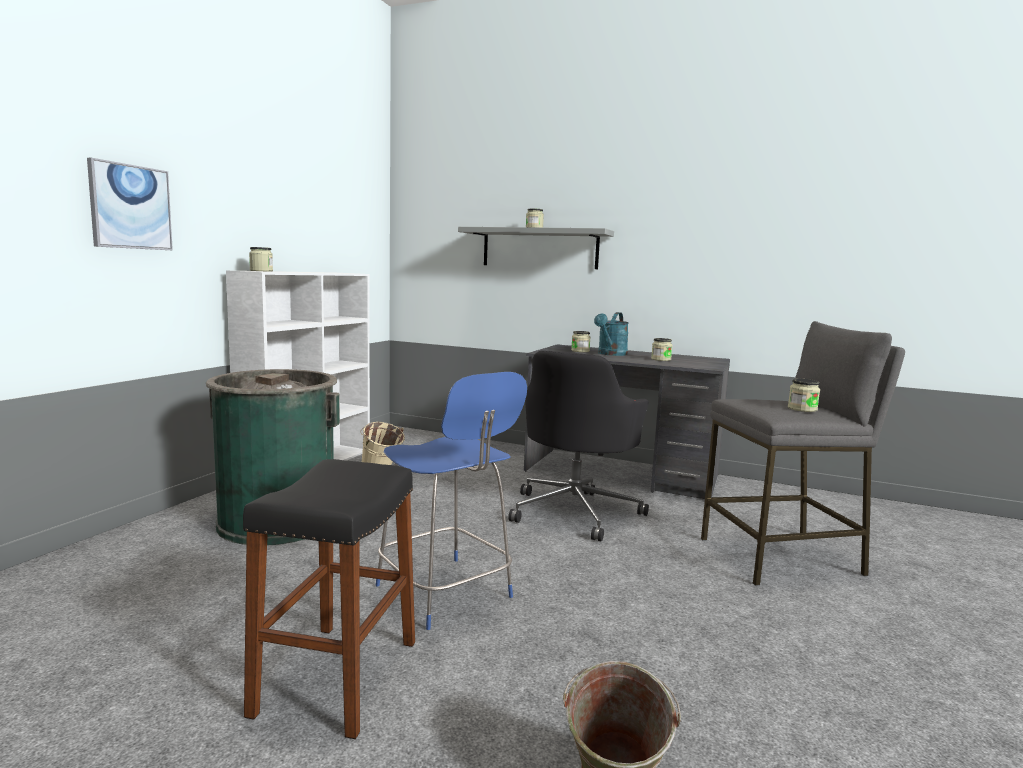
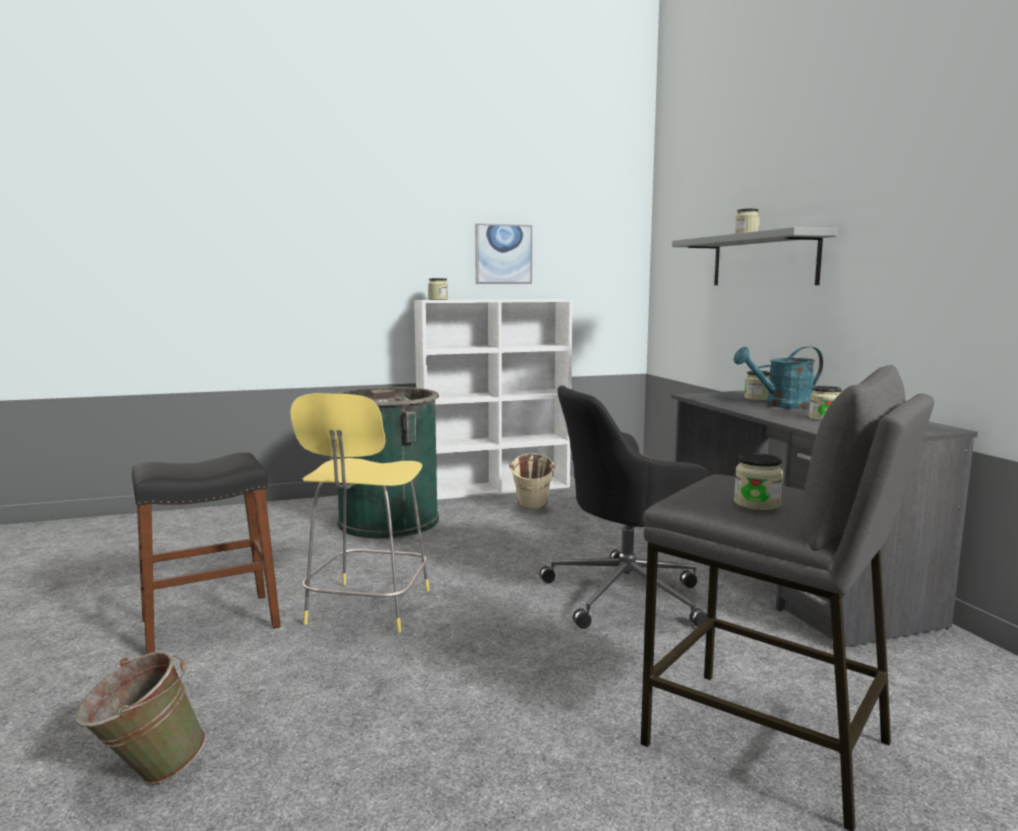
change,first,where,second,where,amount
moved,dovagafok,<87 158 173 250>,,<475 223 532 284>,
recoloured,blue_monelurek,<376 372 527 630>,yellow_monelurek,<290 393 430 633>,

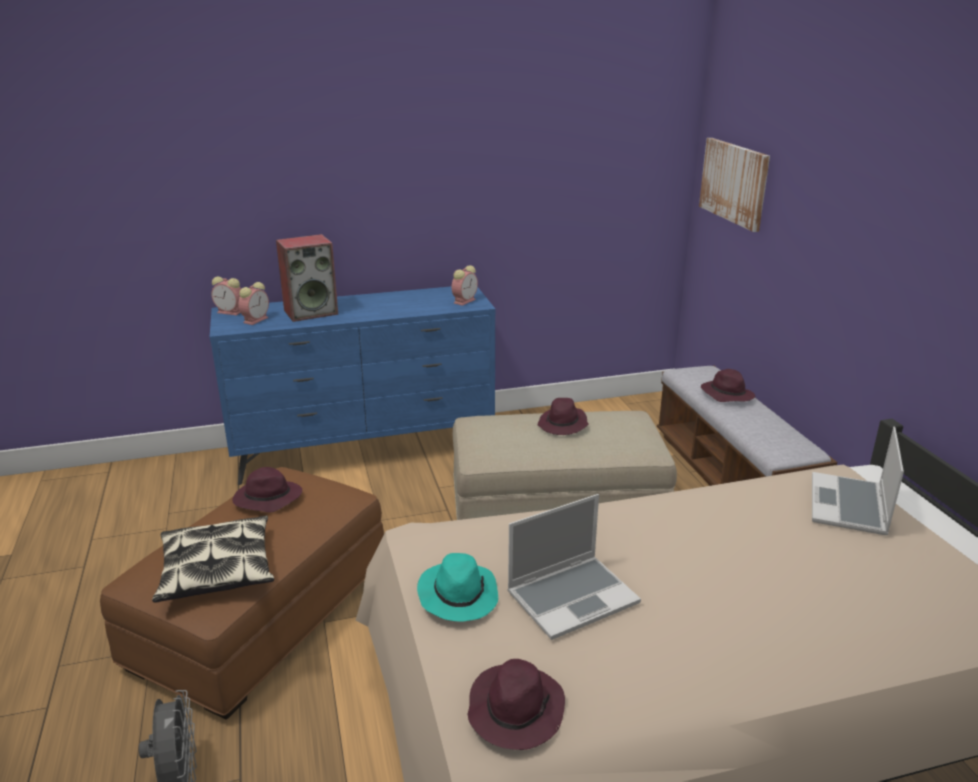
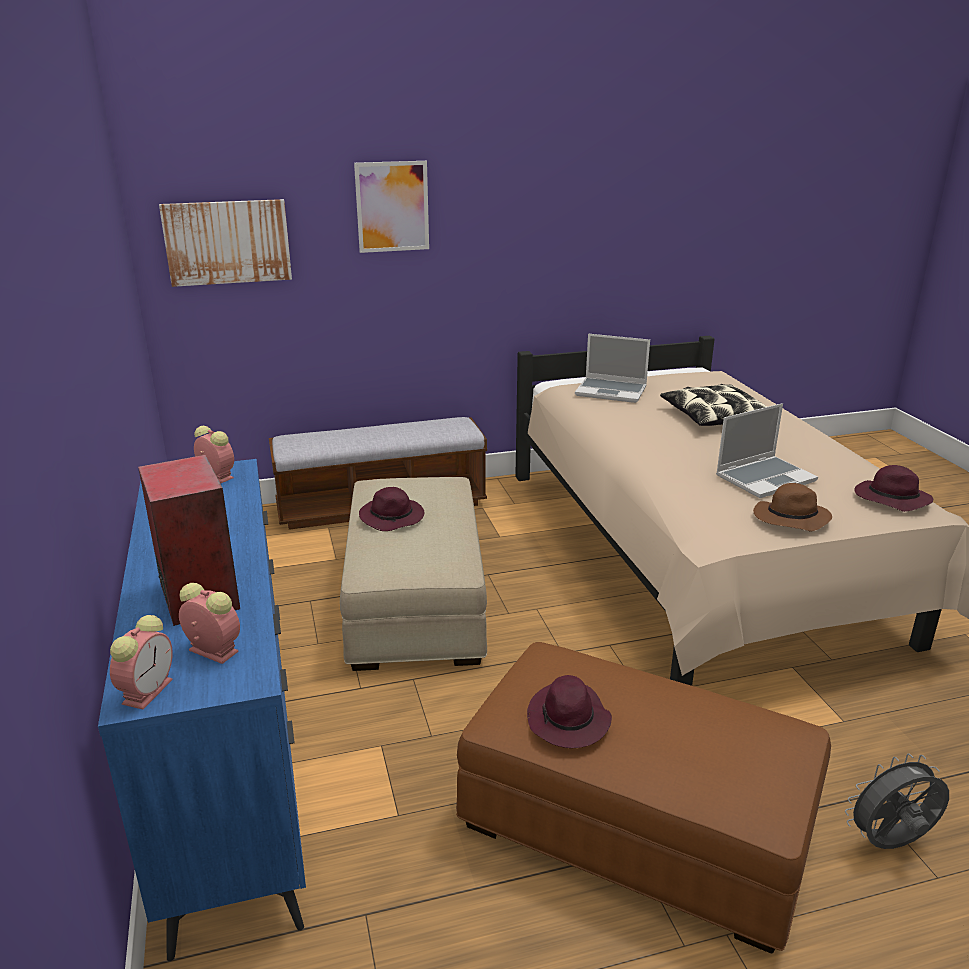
change,first,where,second,where,amount
removed,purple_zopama,<701 369 755 402>,,,
added,,,dovagafok,<354 161 429 253>,
moved,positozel,<152 515 274 602>,,<660 384 767 426>,
recoloured,turquoise_zopama,<417 553 498 621>,brown_zopama,<753 483 832 531>,
turned,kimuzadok,<507 494 641 640>,,<716 403 818 498>,90 degrees clockwise

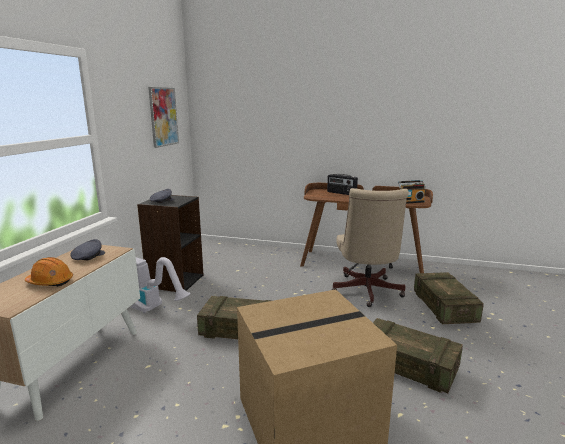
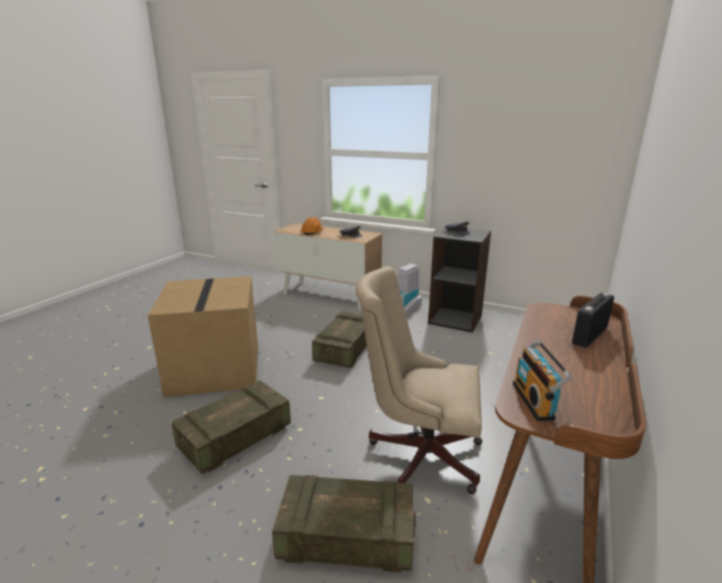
change,first,where,second,where,amount
removed,dovagafok,<148 87 179 148>,,,

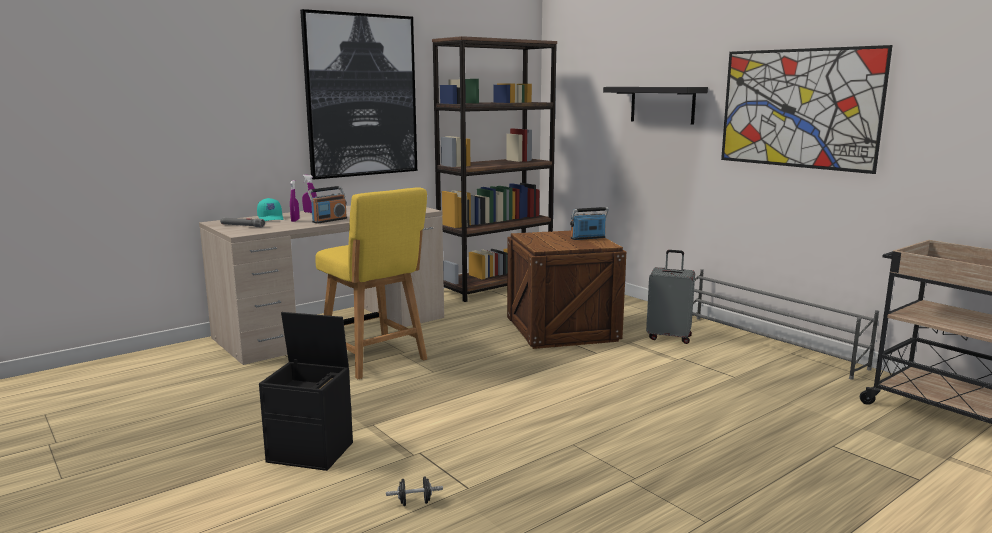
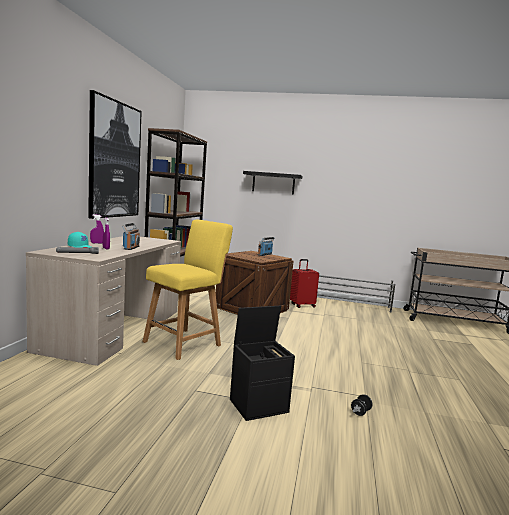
change,first,where,second,where,amount
removed,dovagafok,<721 45 893 174>,,,
recoloured,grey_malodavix,<646 250 695 344>,red_malodavix,<290 259 319 308>,
turned,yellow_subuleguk,<315 187 427 379>,,<142 220 233 360>,60 degrees counterclockwise

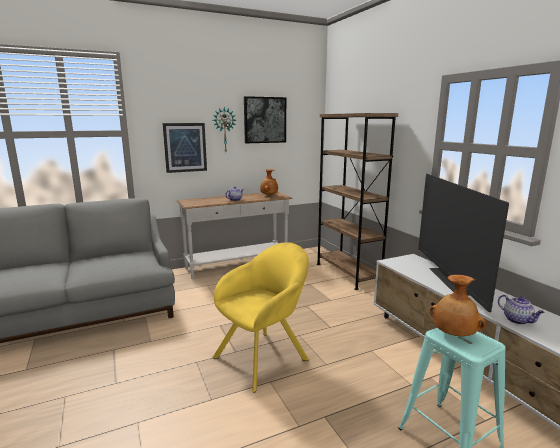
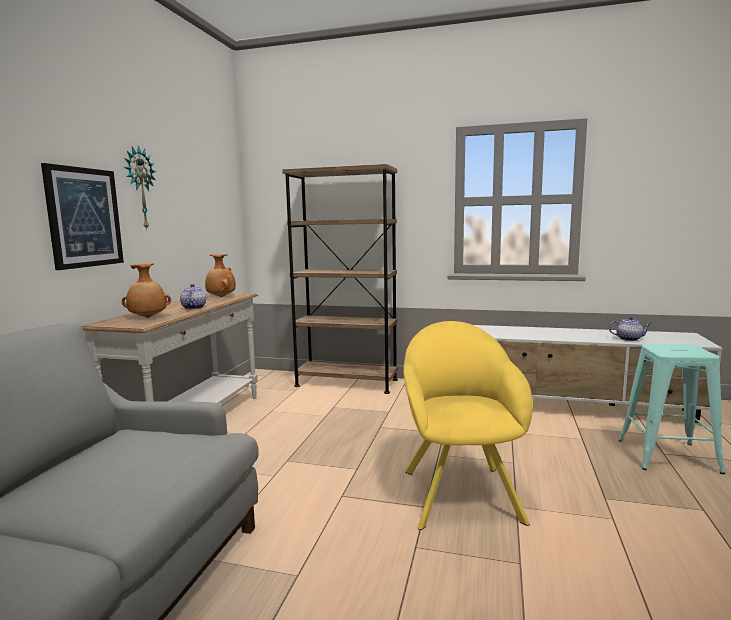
change,first,where,second,where,amount
removed,dovagafok,<244 96 286 143>,,,
removed,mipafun,<418 174 509 312>,,,
moved,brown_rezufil,<430 275 486 336>,,<122 263 171 318>,

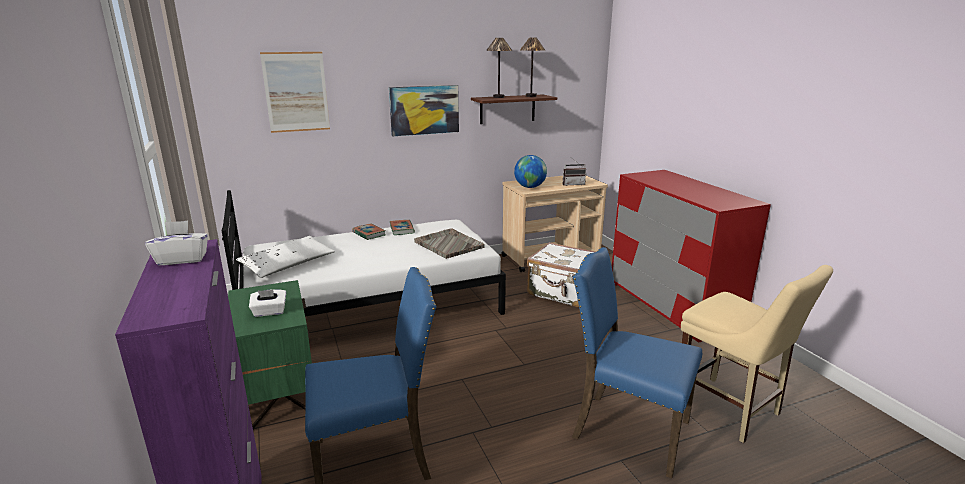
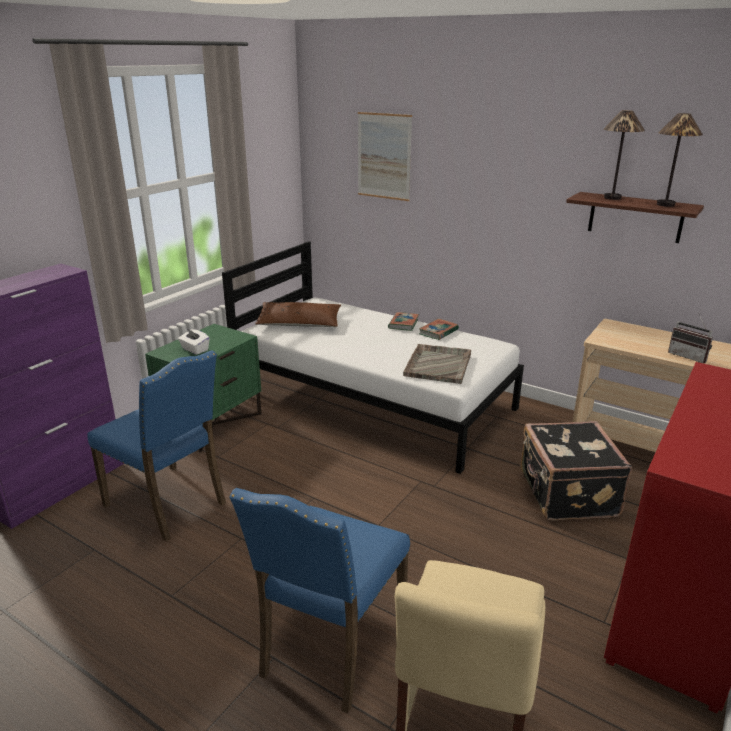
change,first,where,second,where,amount
removed,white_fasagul,<145 220 209 265>,,,
removed,dovagafok,<389 85 459 136>,,,
removed,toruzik,<514 155 547 188>,,,
recoloured,white_positozel,<236 236 335 278>,brown_positozel,<255 302 341 327>,
recoloured,white_malodavix,<527 242 595 307>,black_malodavix,<520 421 632 521>,
turned,blue_subuleguk,<572 247 702 479>,,<230 488 410 713>,150 degrees counterclockwise

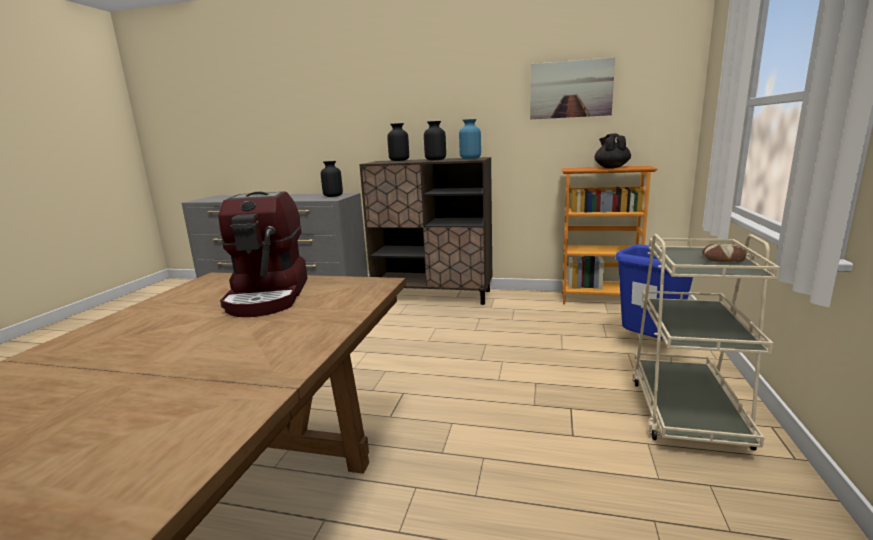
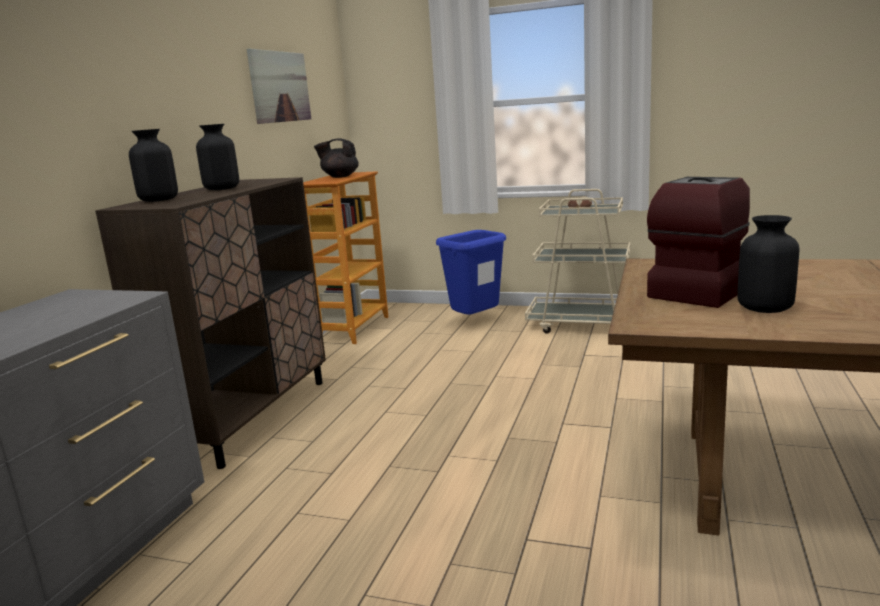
change,first,where,second,where,amount
removed,blue_rezufil,<459 119 481 159>,,,
moved,black_rezufil,<321 161 343 197>,,<737 215 799 313>,
turned,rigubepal,<218 191 308 317>,,<647 177 750 308>,45 degrees counterclockwise

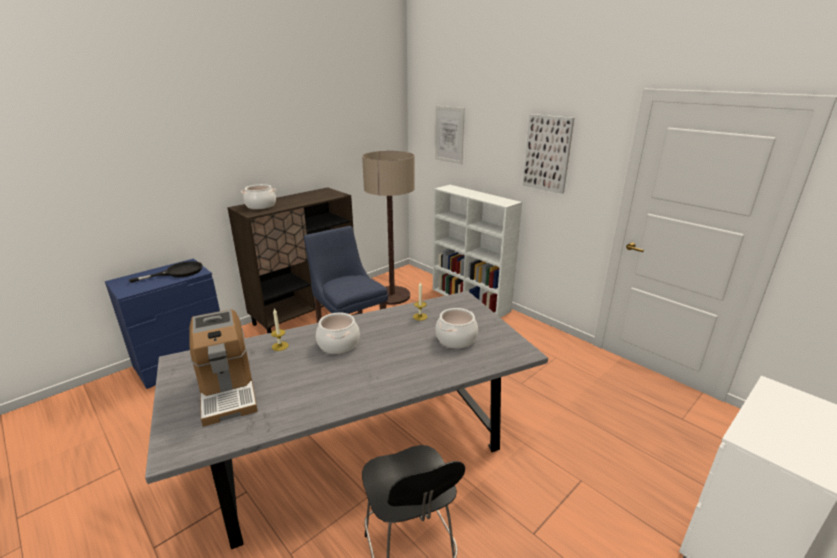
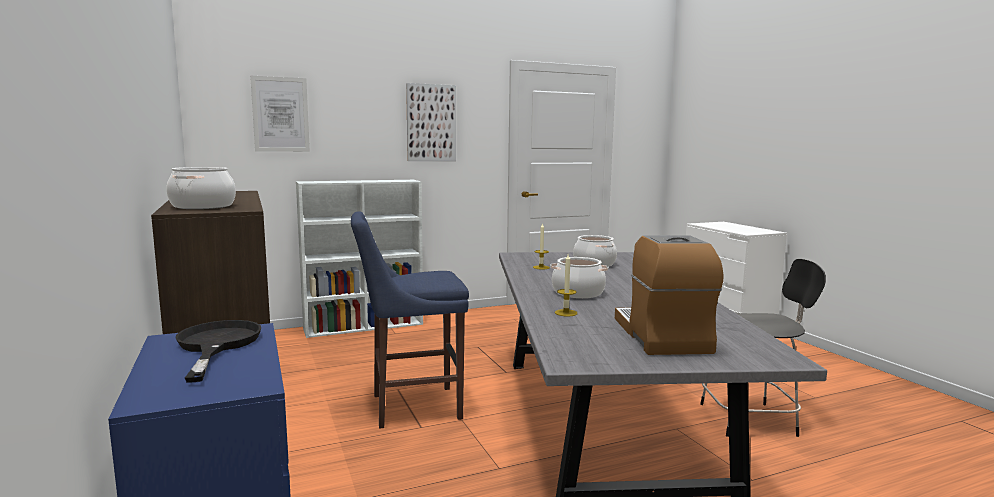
change,first,where,second,where,amount
removed,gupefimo,<362 151 415 305>,,,
turned,rigubepal,<189 309 258 427>,,<615 235 724 355>,90 degrees counterclockwise

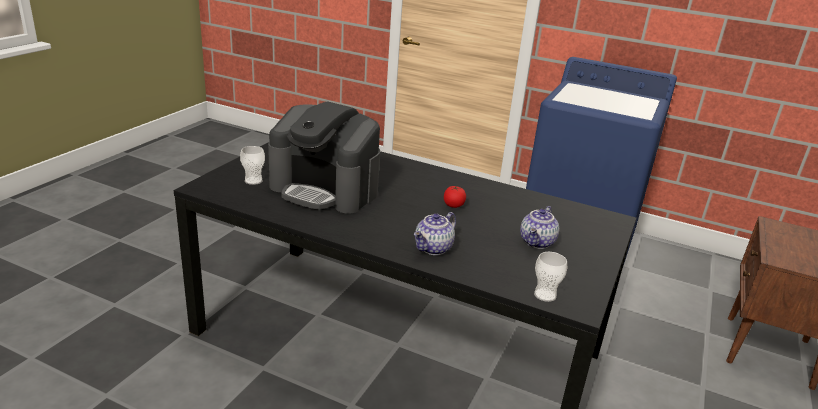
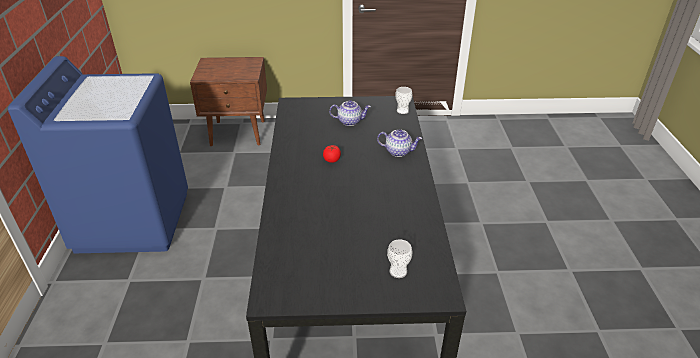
change,first,where,second,where,amount
removed,rigubepal,<268 101 380 213>,,,

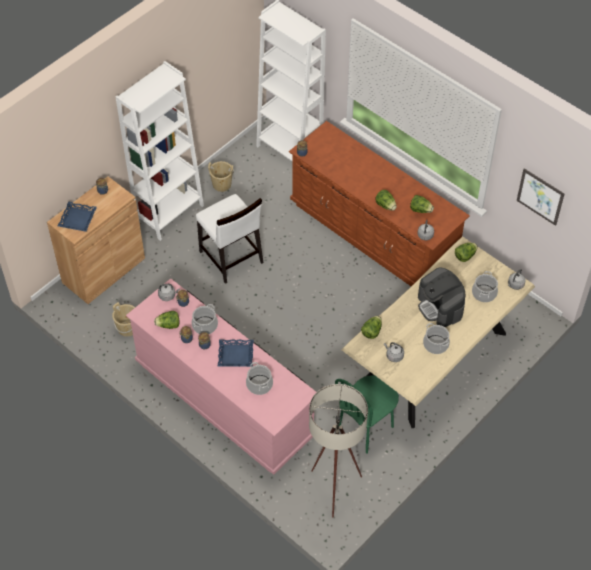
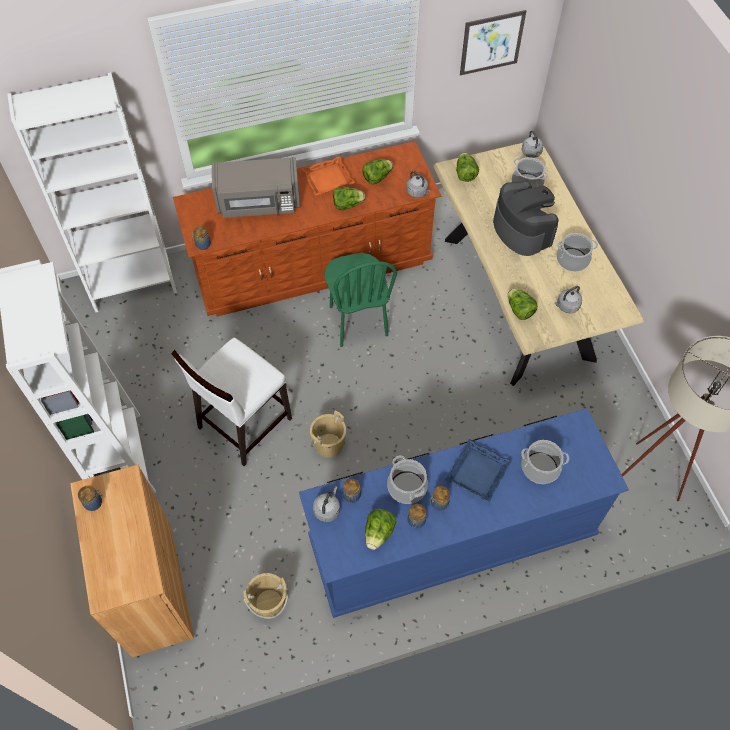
change,first,where,second,where,amount
removed,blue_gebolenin,<58 201 97 232>,,,
added,,,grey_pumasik,<212 157 300 218>,
added,,,orange_gebolenin,<301 156 355 196>,
moved,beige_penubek,<208 161 234 192>,,<310 411 346 458>,
moved,green_subuleguk,<335 375 399 454>,,<324 253 397 347>,
recoloured,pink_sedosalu,<126 278 316 475>,blue_sedosalu,<299 408 629 618>,
turned,white_subuleguk,<196 194 263 284>,,<171 338 292 466>,135 degrees clockwise
turned,rigubepal,<418 268 466 327>,,<493 181 559 256>,120 degrees counterclockwise

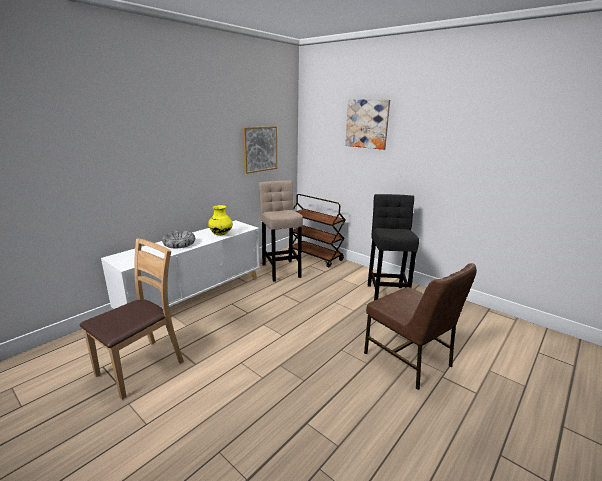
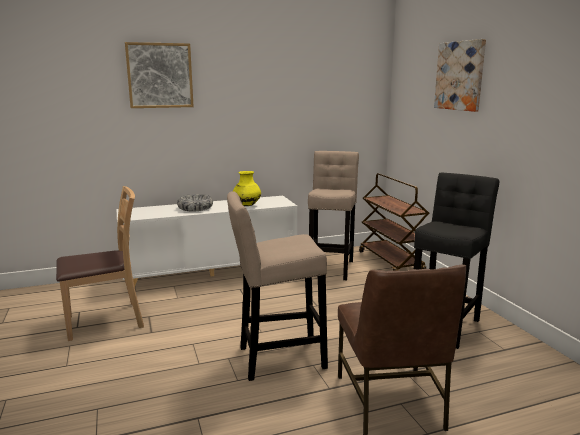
change,first,where,second,where,amount
added,,,beige_monelurek,<227 191 328 381>,
moved,dovagafok,<243 126 277 174>,,<125 42 194 108>,

